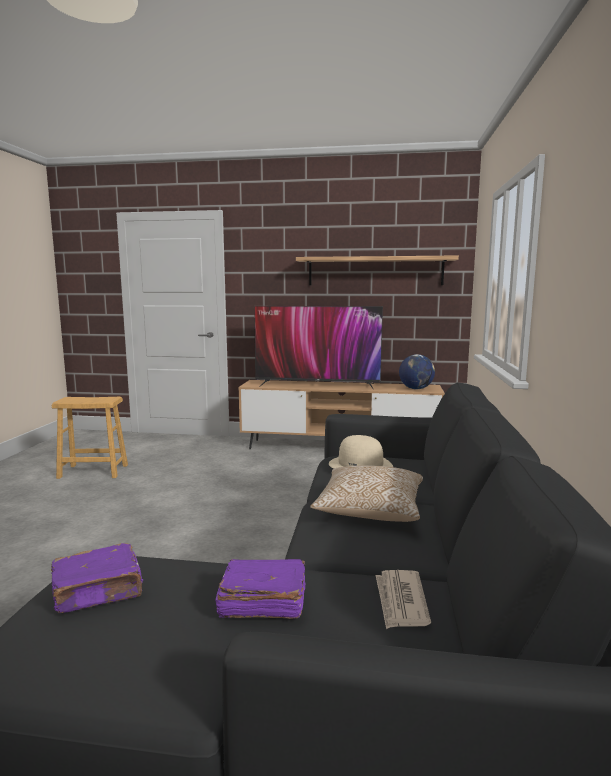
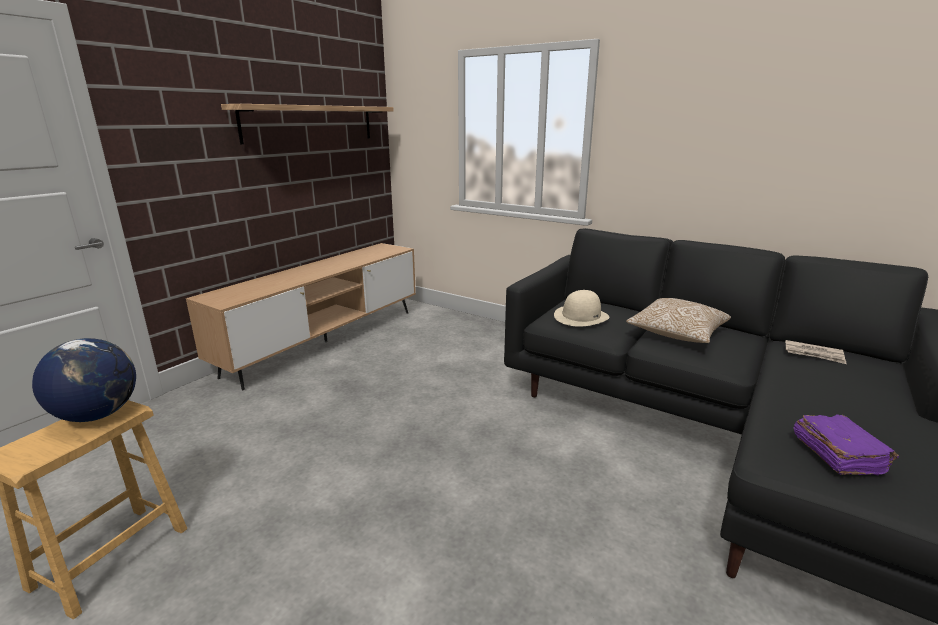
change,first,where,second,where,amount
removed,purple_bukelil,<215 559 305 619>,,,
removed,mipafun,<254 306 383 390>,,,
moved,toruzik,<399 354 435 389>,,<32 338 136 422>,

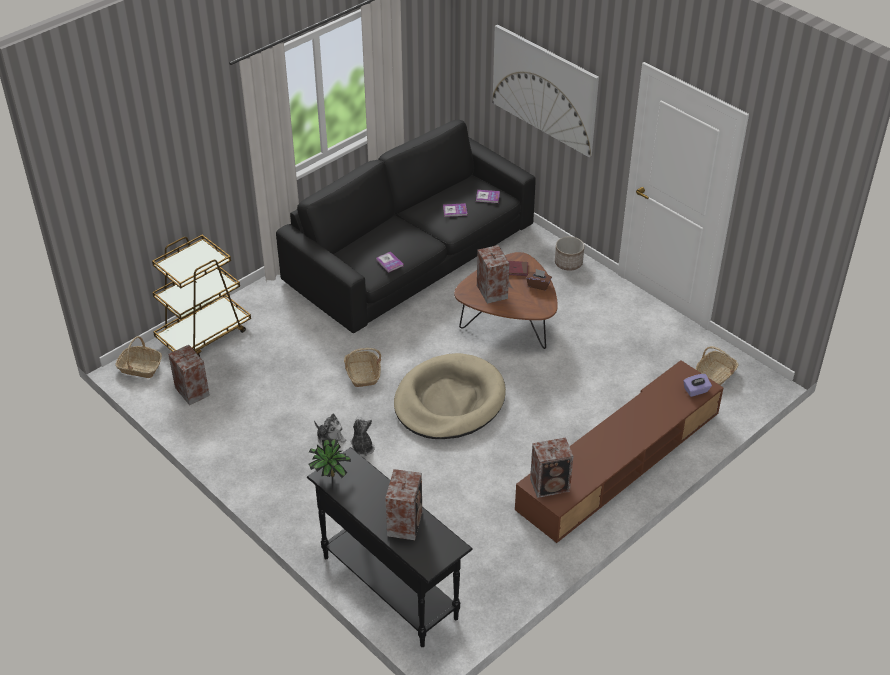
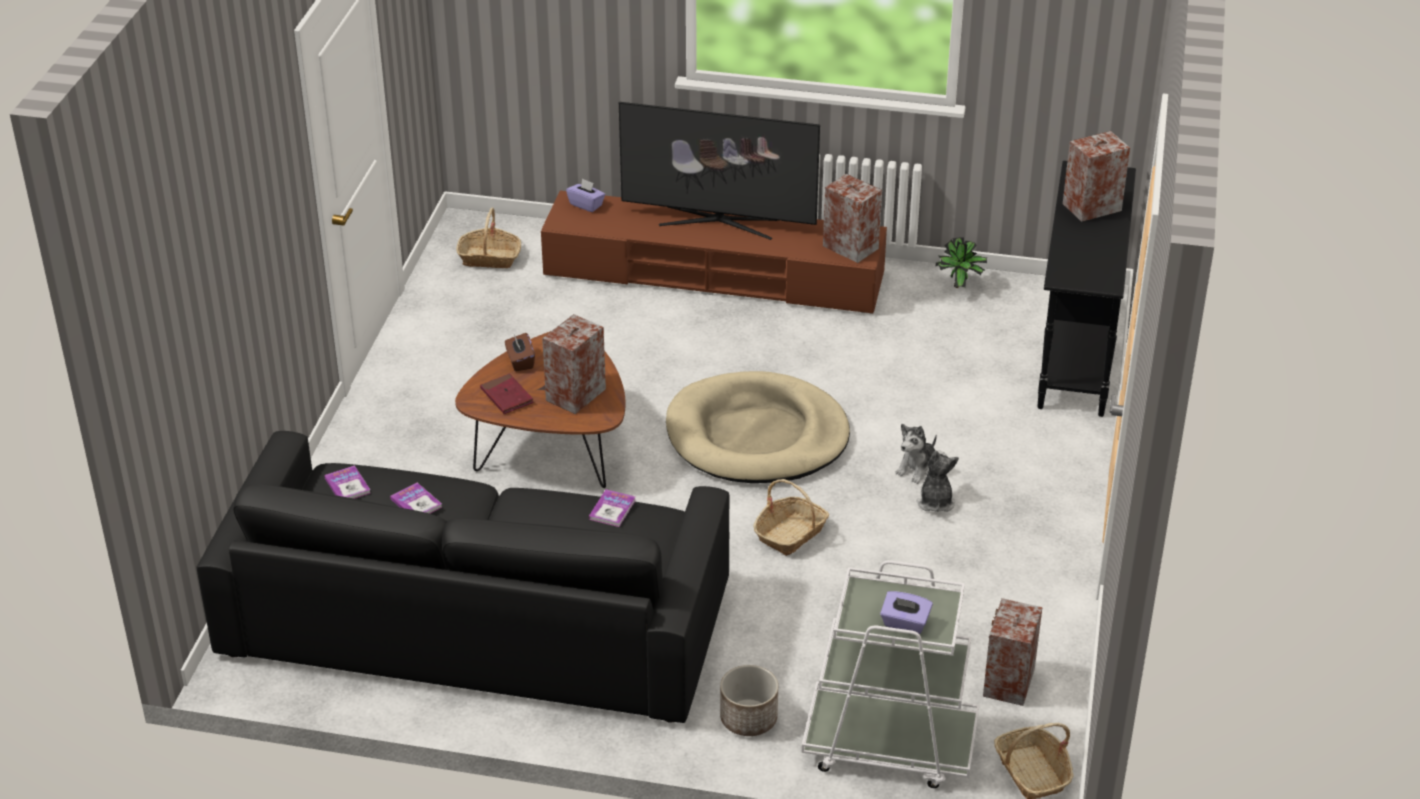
change,first,where,second,where,amount
removed,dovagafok,<493 25 599 157>,,,
added,,,mipafun,<619 102 820 240>,
added,,,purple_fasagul,<880 591 933 634>,
moved,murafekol,<308 439 351 478>,,<935 237 987 288>,
moved,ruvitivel,<555 237 584 271>,,<720 665 778 736>,
recoloured,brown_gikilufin,<152 235 251 357>,white_gikilufin,<801 560 979 788>,

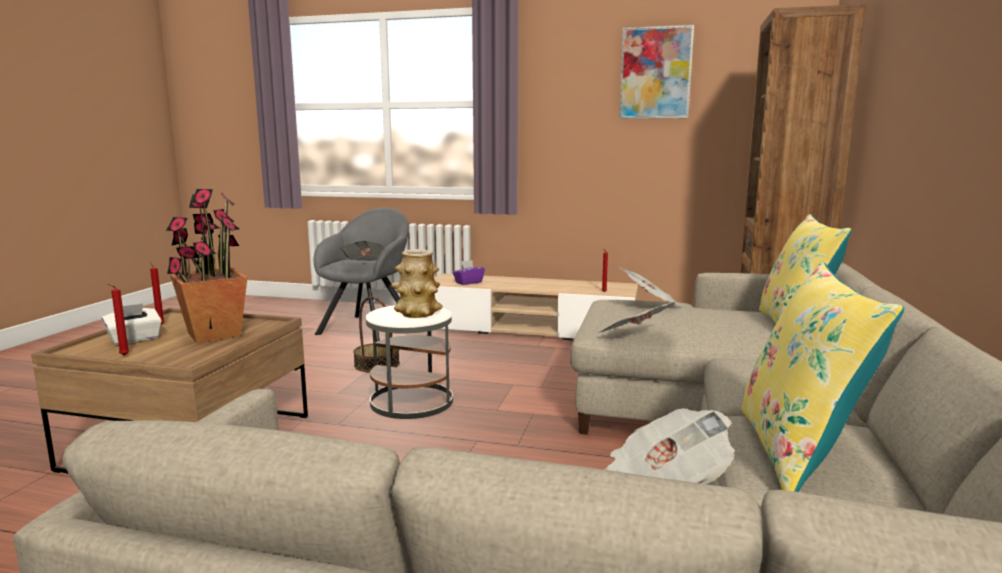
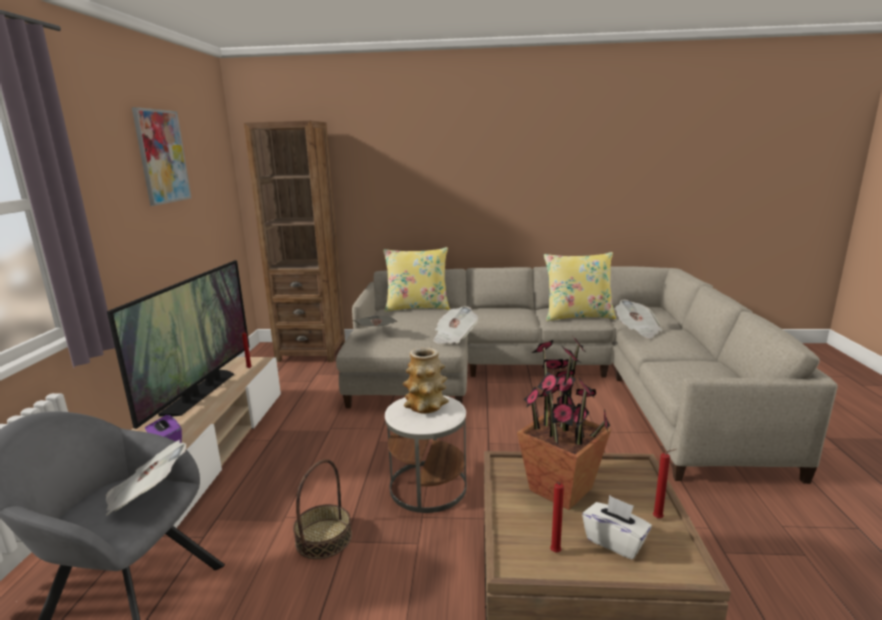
change,first,where,second,where,amount
added,,,mipafun,<107 260 250 429>,

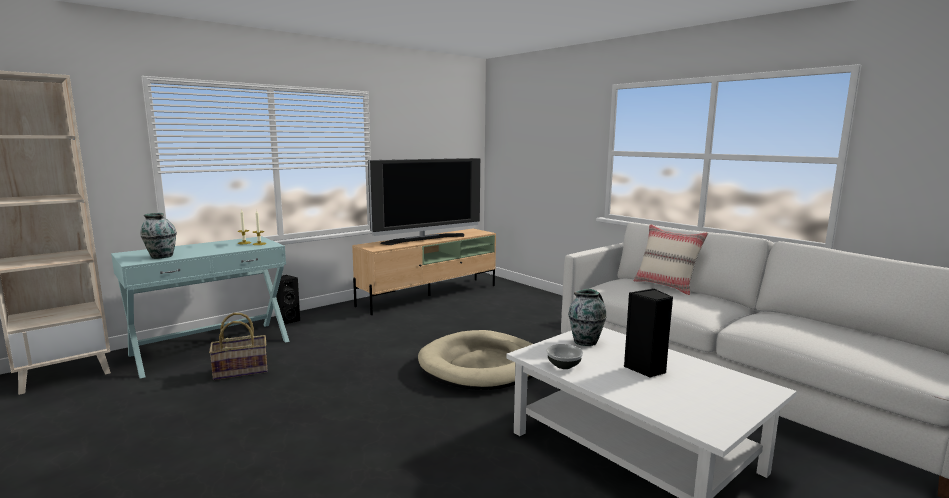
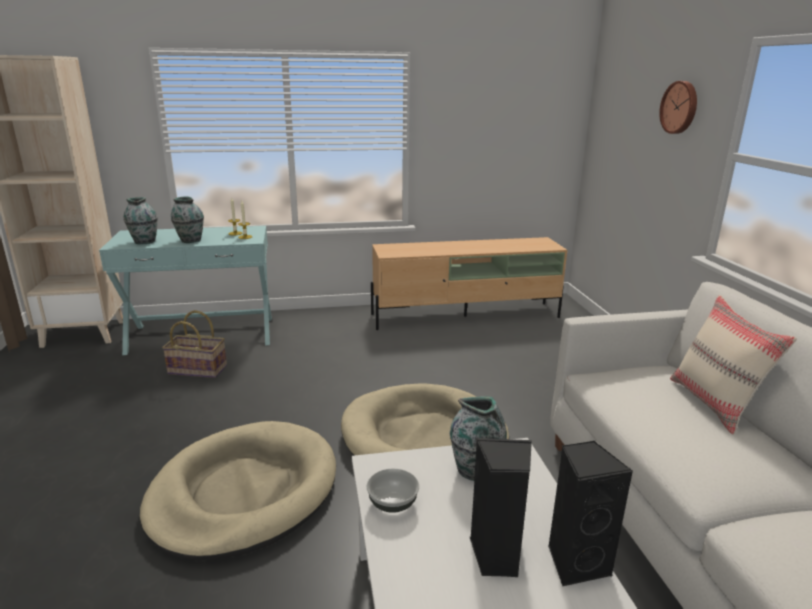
change,first,where,second,where,amount
removed,mipafun,<368 158 480 245>,,,
added,,,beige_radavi,<140 421 336 560>,
added,,,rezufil,<171 196 204 243>,
added,,,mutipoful,<659 81 697 134>,
moved,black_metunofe,<277 275 300 325>,,<548 441 633 586>,

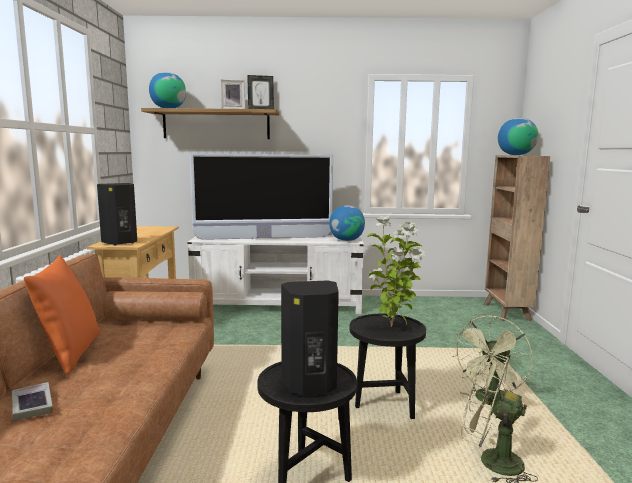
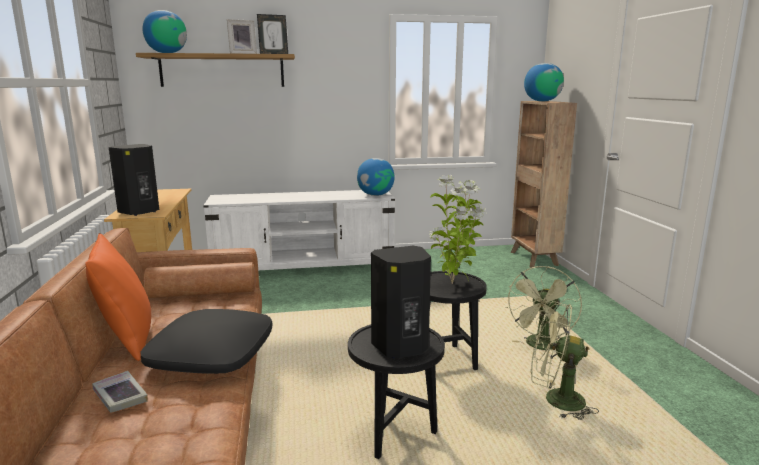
change,first,where,second,where,amount
removed,mipafun,<189 153 333 240>,,,
added,,,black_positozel,<141 309 272 374>,

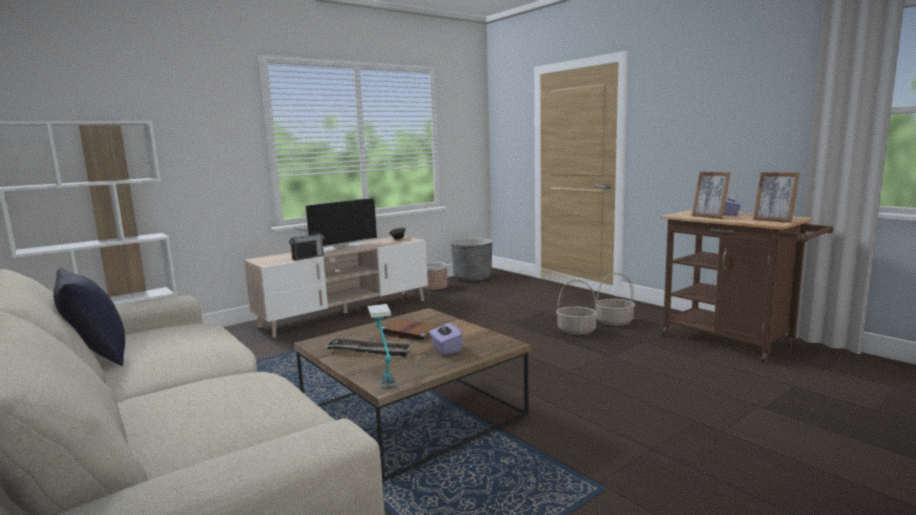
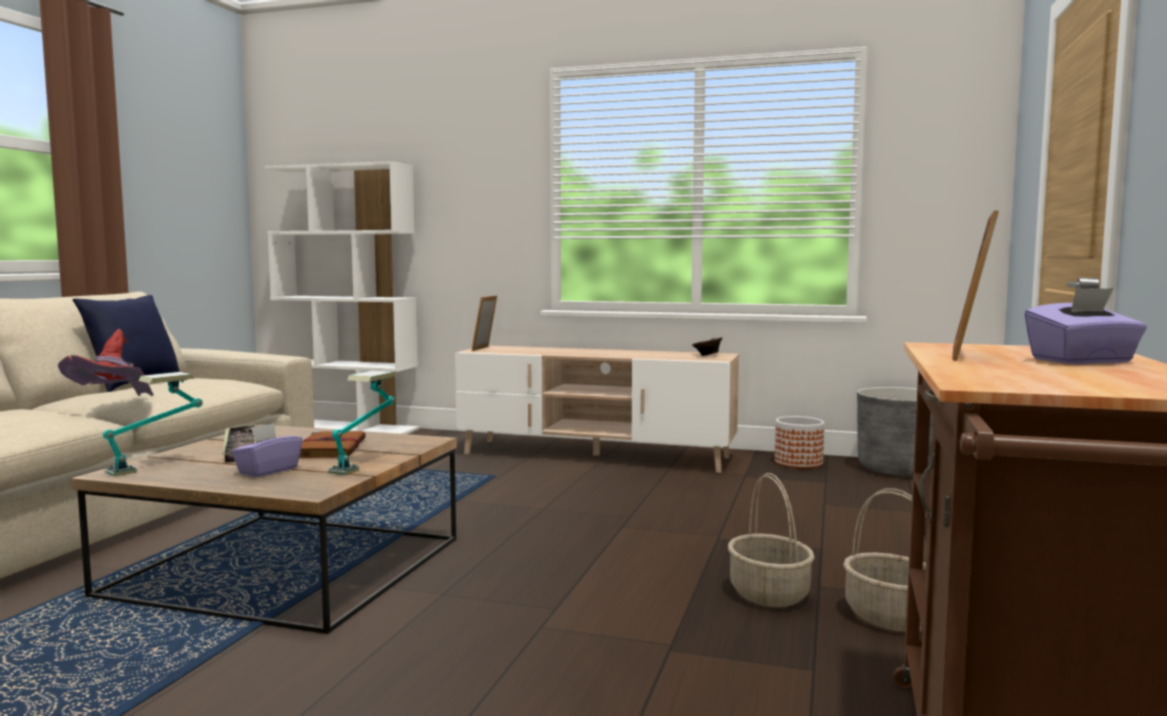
change,first,where,second,where,amount
removed,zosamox,<289 228 324 261>,,,
removed,mipafun,<305 198 377 252>,,,
added,,,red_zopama,<58 329 154 396>,
added,,,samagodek,<328 370 396 475>,
moved,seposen,<753 172 800 223>,,<472 295 497 351>,

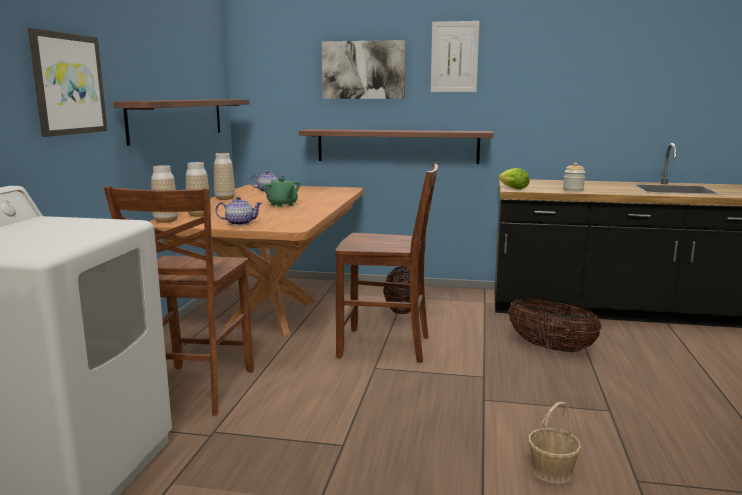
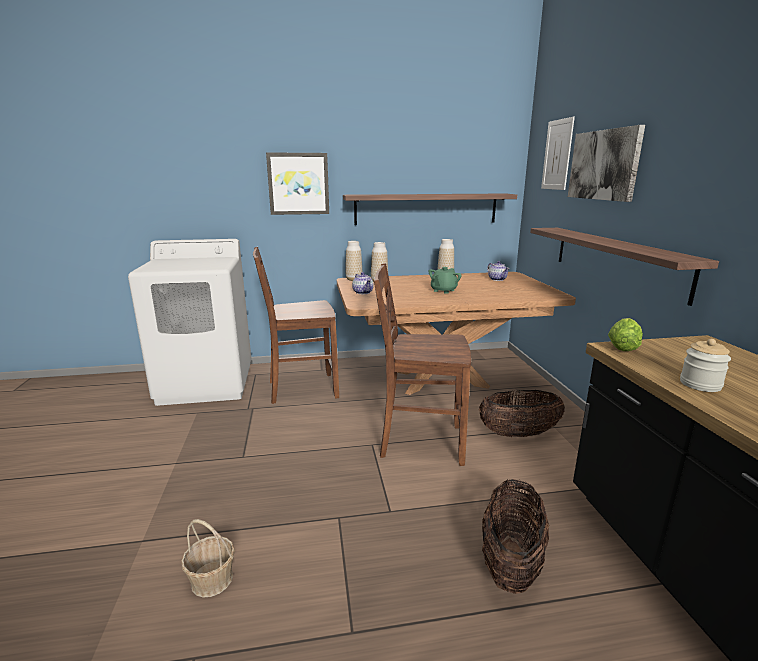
change,first,where,second,where,amount
moved,dovagafok,<431 21 479 92>,,<541 117 575 190>,
turned,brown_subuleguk,<335 162 438 363>,,<374 263 471 466>,105 degrees clockwise

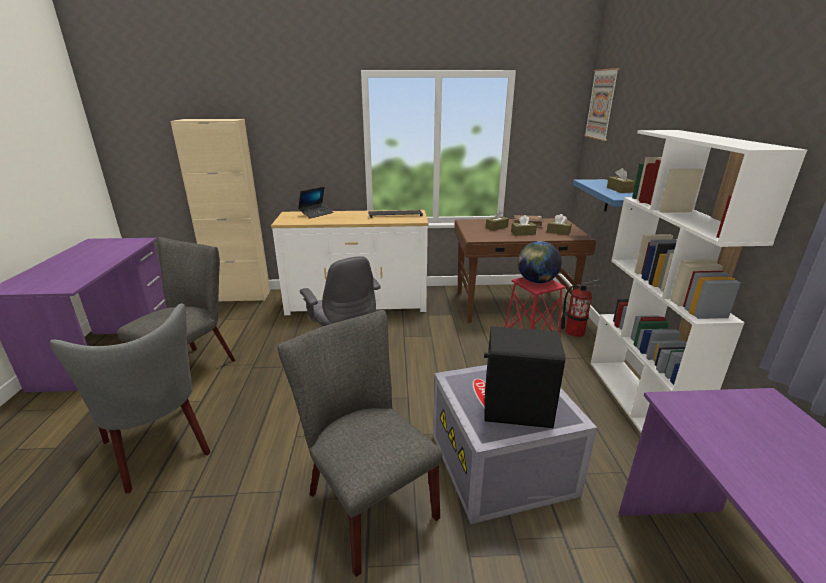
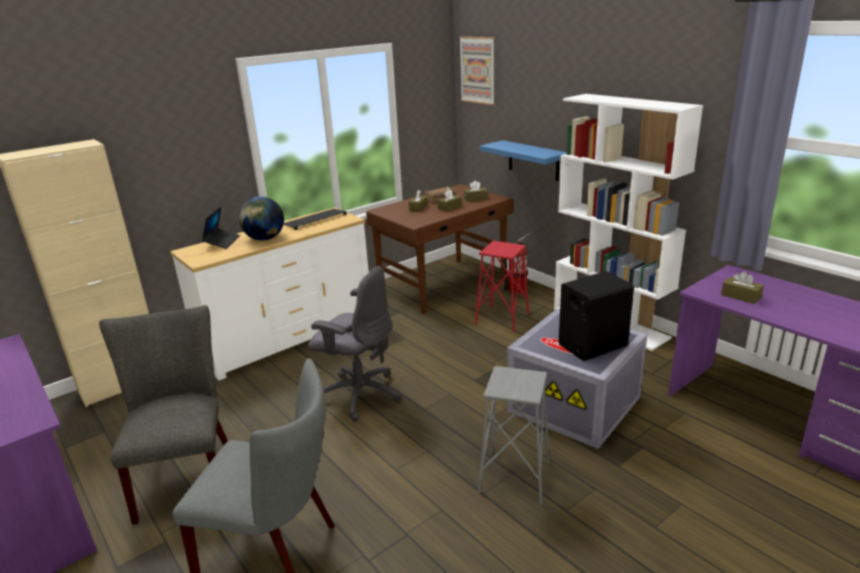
change,first,where,second,where,amount
moved,toruzik,<518 241 562 283>,,<239 197 284 241>,
moved,brown_fasagul,<607 168 635 193>,,<721 271 764 304>,
replaced,grey_subuleguk,<278 310 442 577>,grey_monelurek,<478 366 550 505>,

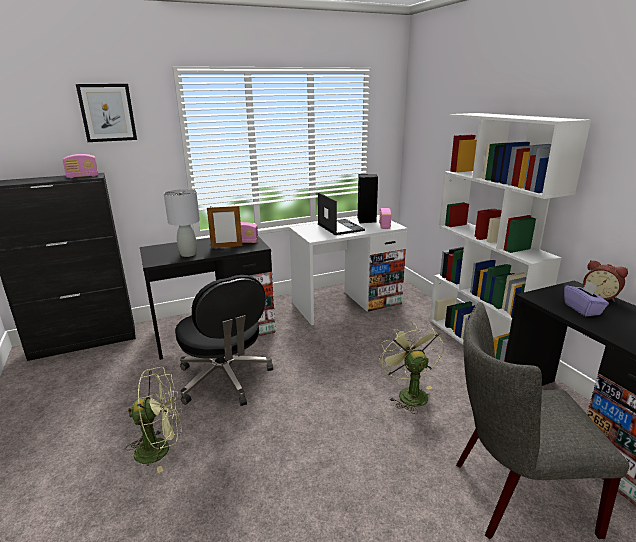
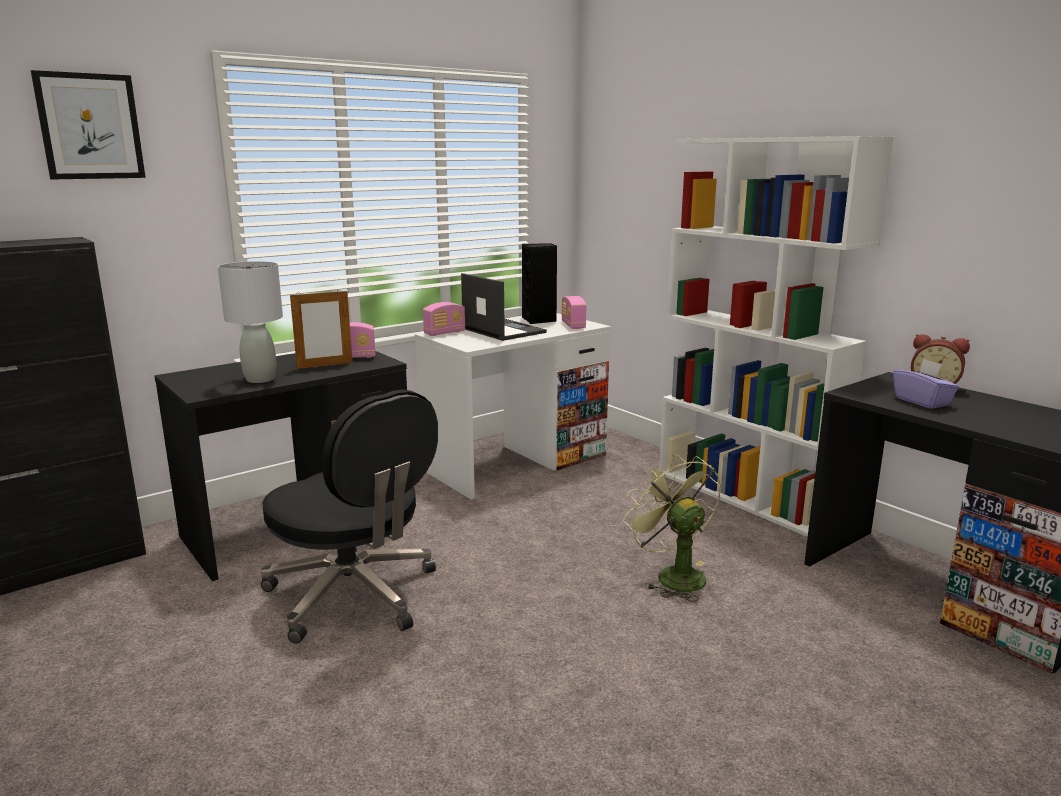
change,first,where,second,where,amount
removed,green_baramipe,<125 367 182 473>,,,
removed,grey_subuleguk,<456 302 629 539>,,,
moved,zosamox,<63 154 98 178>,,<423 302 465 336>,

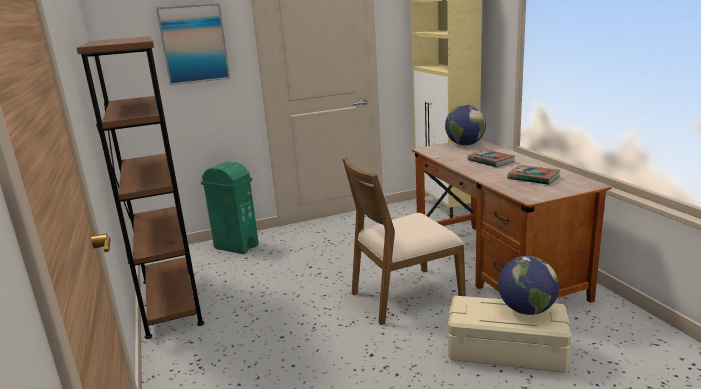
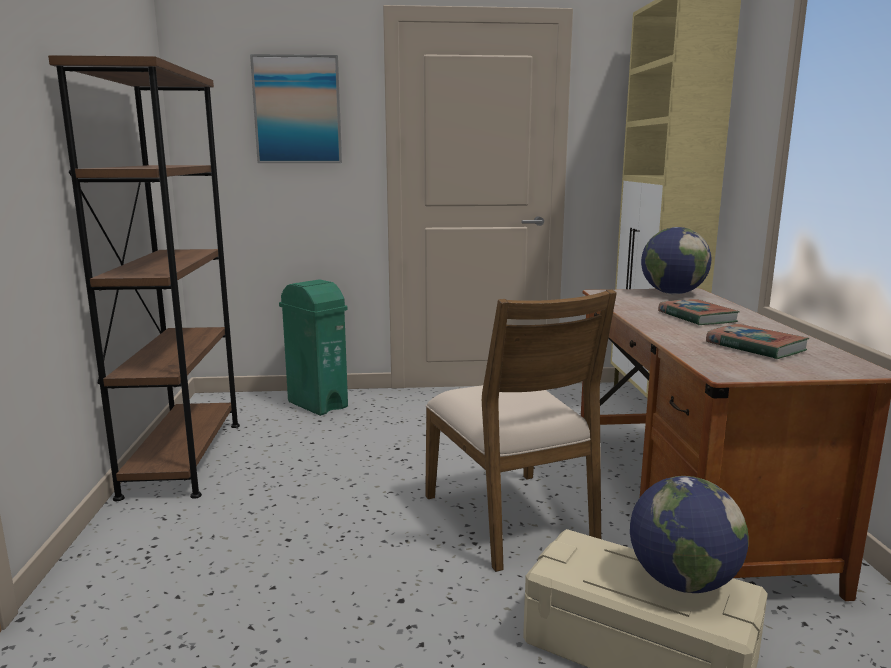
change,first,where,second,where,amount
turned,brown_subuleguk,<343 157 466 325>,,<425 289 617 572>,105 degrees counterclockwise

